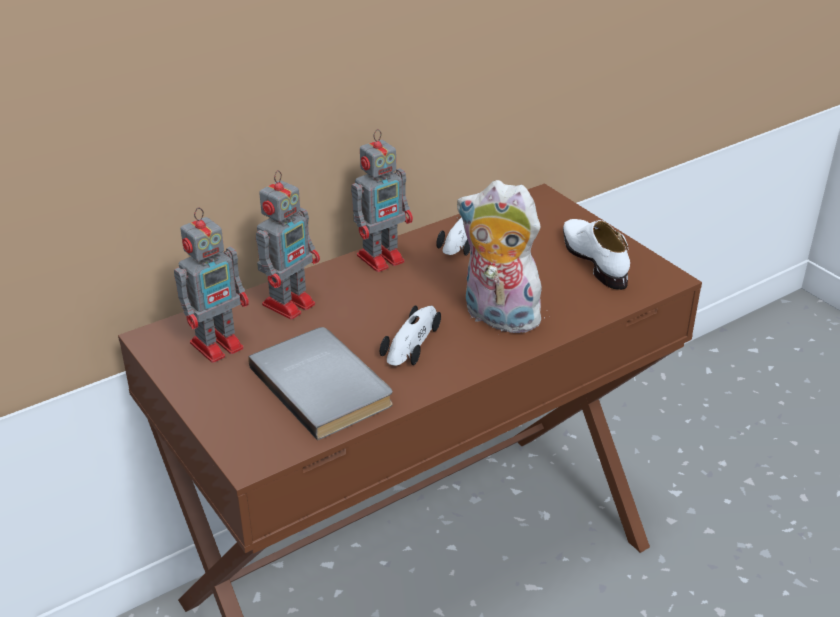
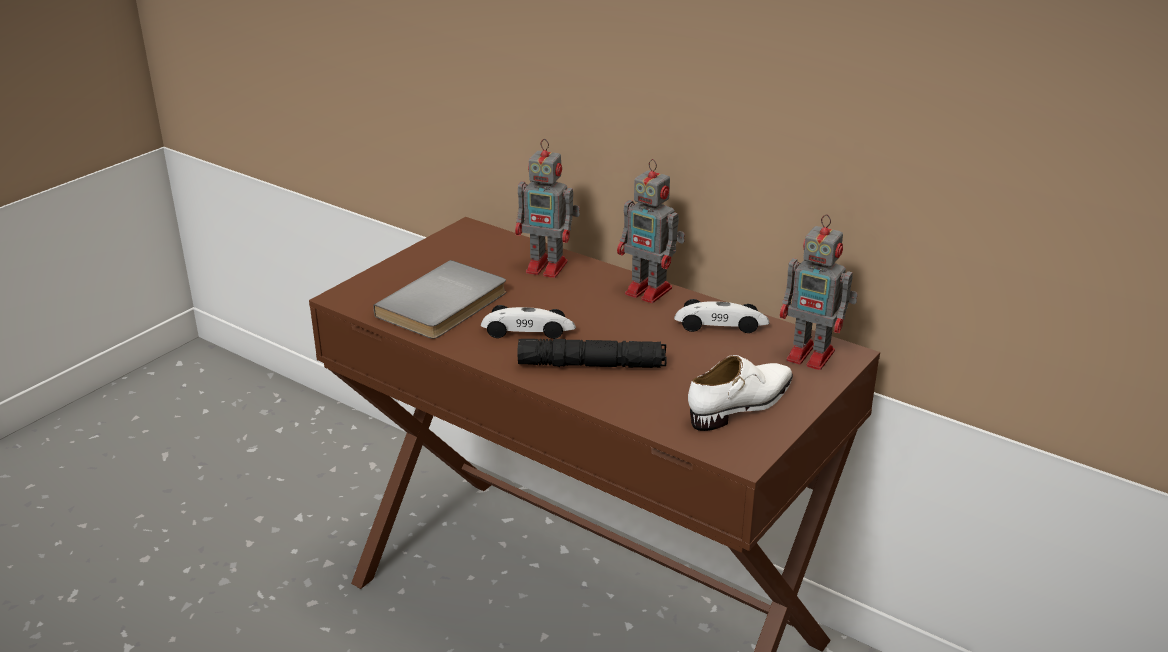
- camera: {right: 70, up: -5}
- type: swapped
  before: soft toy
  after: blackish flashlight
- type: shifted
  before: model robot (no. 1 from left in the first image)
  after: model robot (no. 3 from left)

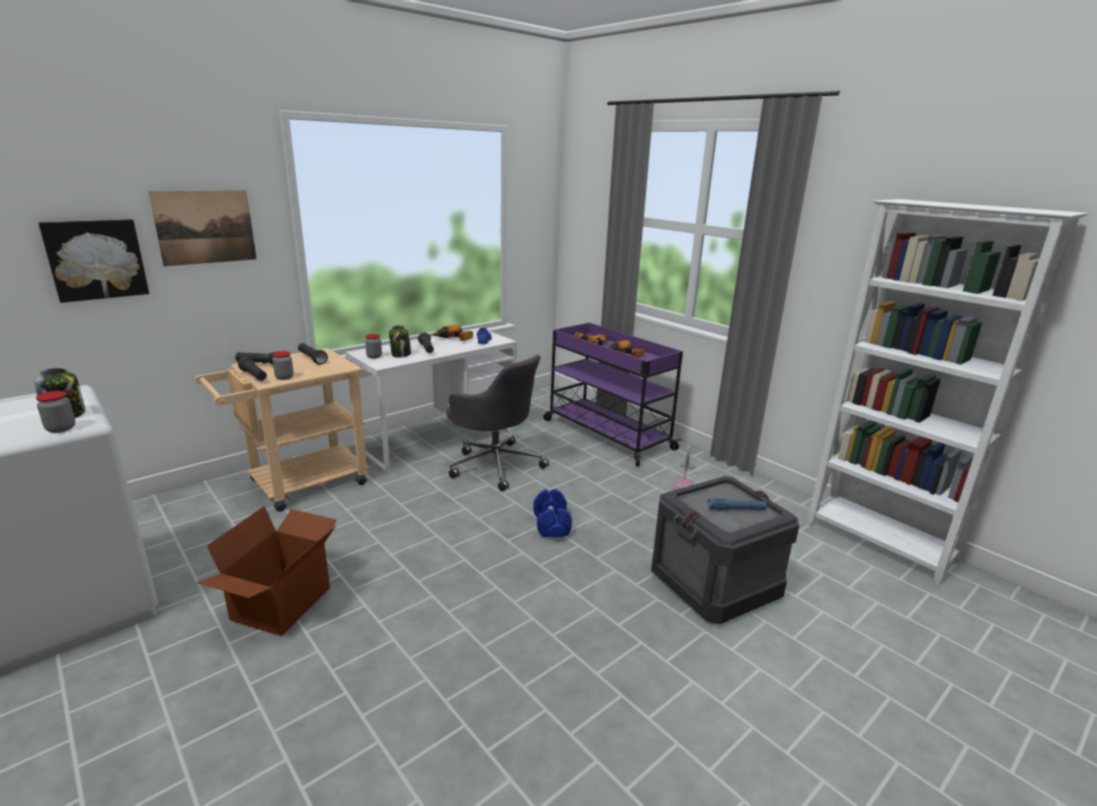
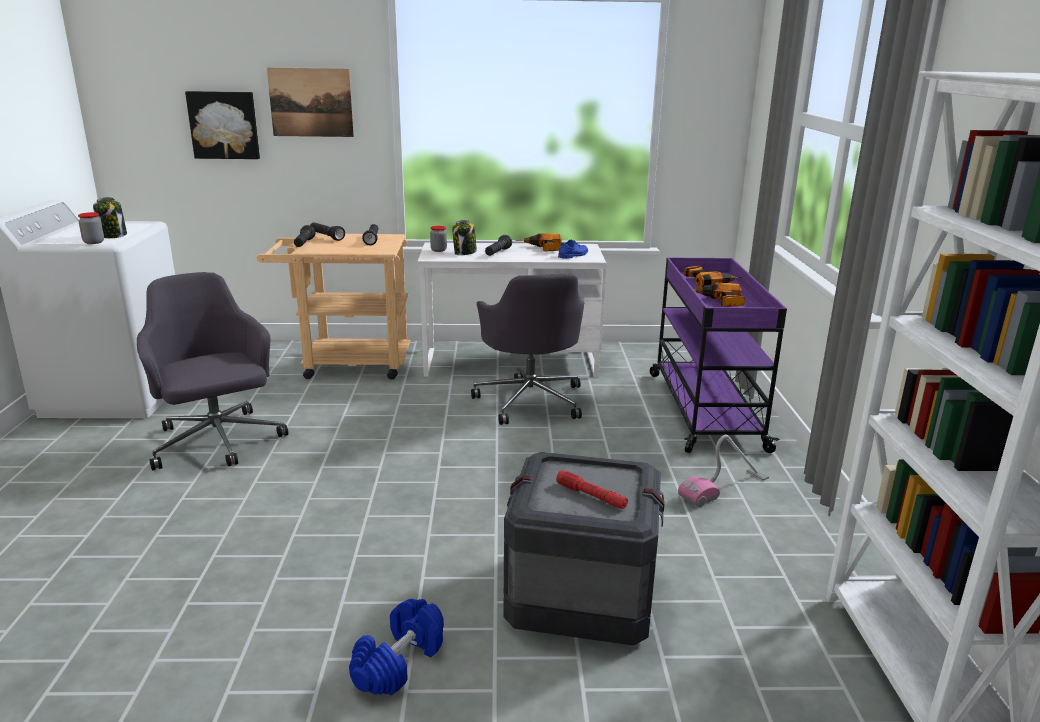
- camera: {right: 40, up: 0}
- type: swapped
  before: packing box
  after: greyish desk chair (no. 1 from left)
- type: shifted
  before: blue-coloured hand weight
- type: repainted
  before: blue-coloured flashlight
  after: red flashlight
- type: gone
  before: preserve jar (no. 3 from left)

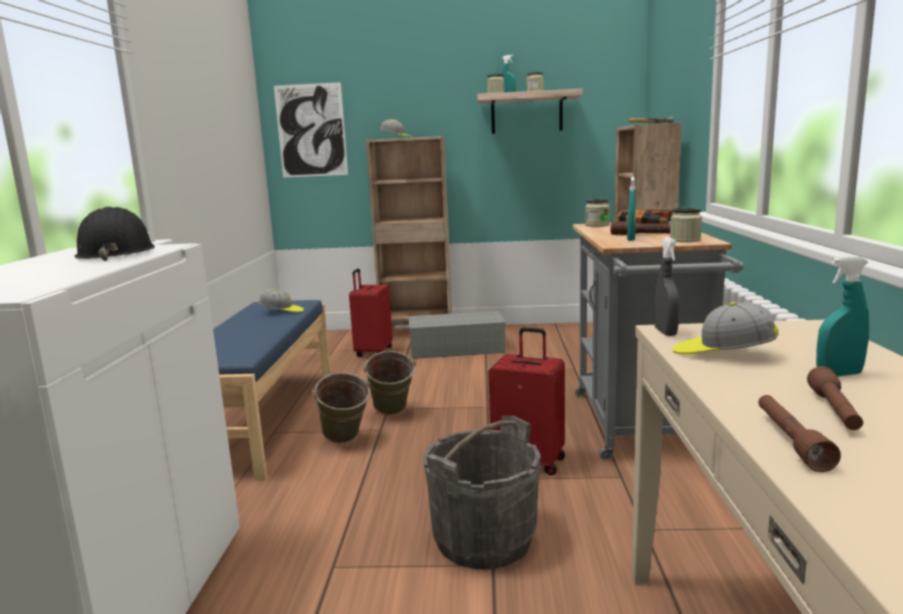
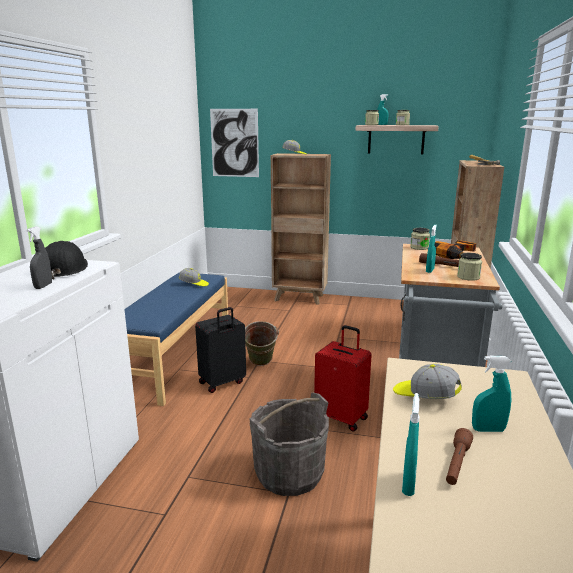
- camera: {right: 10, up: 5}
- type: shifted
  before: greyish sprayer
- type: swapped
  before: green-coloured water bucket (no. 1 from left)
  after: blackish suitcase
- type: swapped
  before: brown flashlight (no. 2 from left)
  after: blue-green sprayer (no. 2 from left)
- type: gone
  before: red suitcase (no. 1 from left)
- type: gone
  before: greyish storage bin

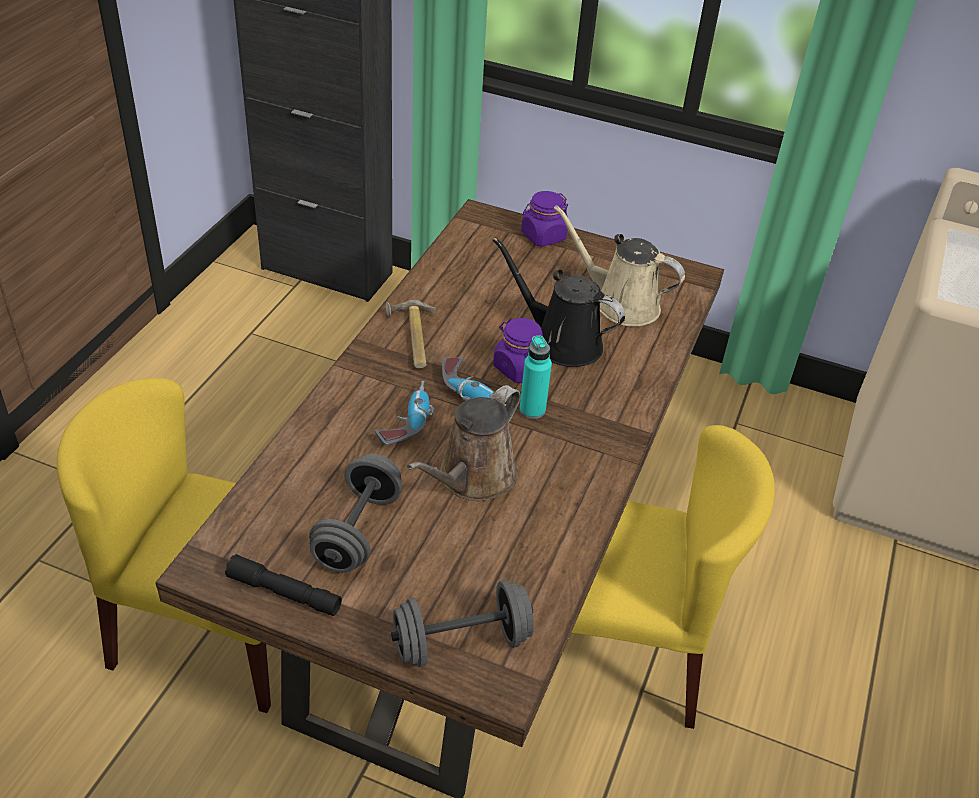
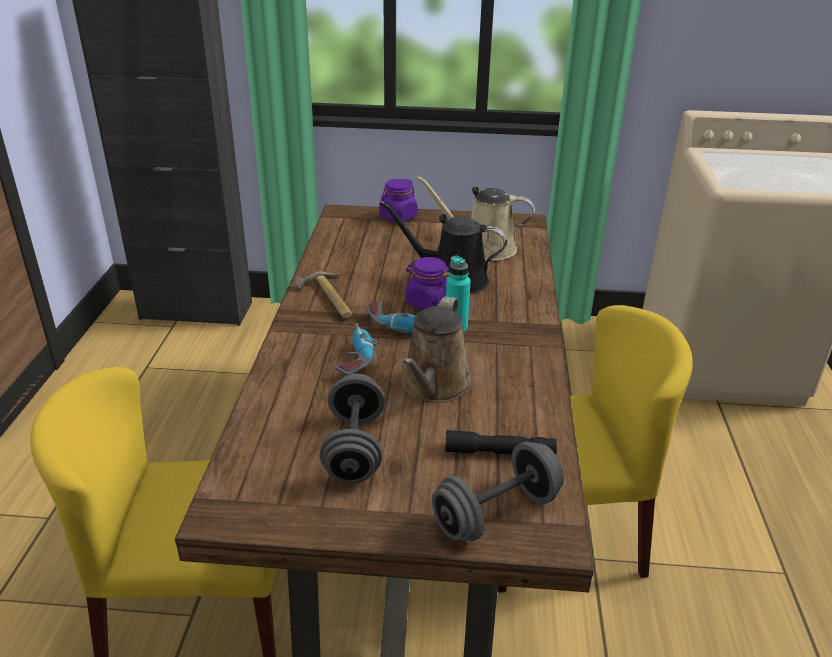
- camera: {right: -15, up: -10}
- type: shifted
  before: blackish flashlight

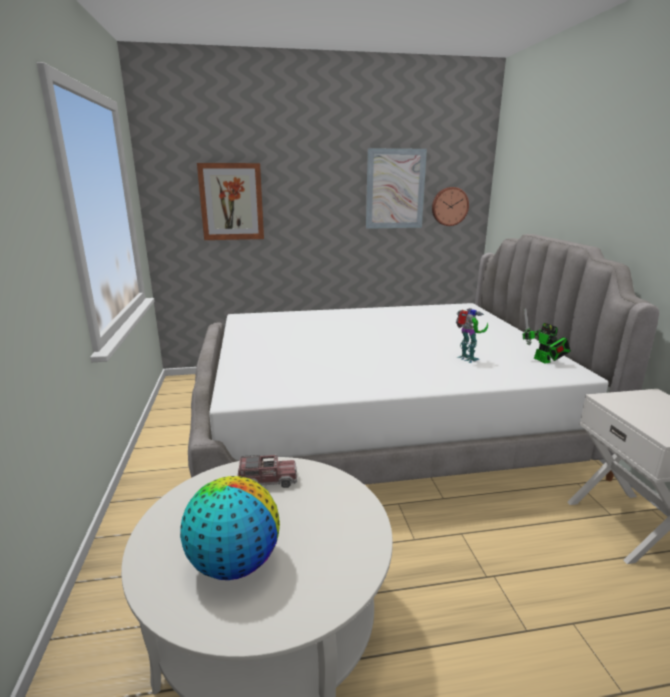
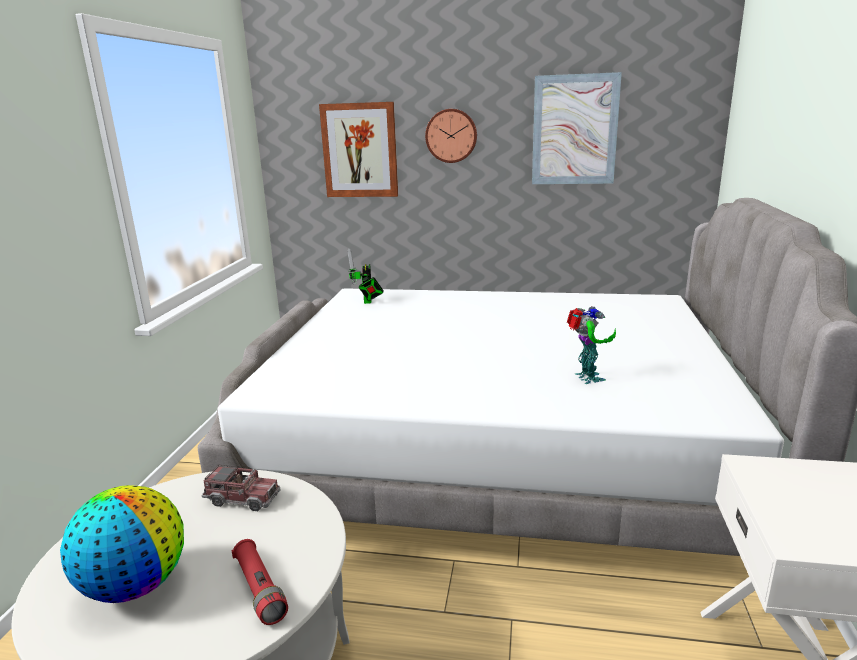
- camera: {right: 20, up: 0}
- type: new
  after: red flashlight
- type: shifted
  before: model robot (no. 2 from left in the first image)
  after: model robot (no. 1 from left)
- type: shifted
  before: clock on the wall

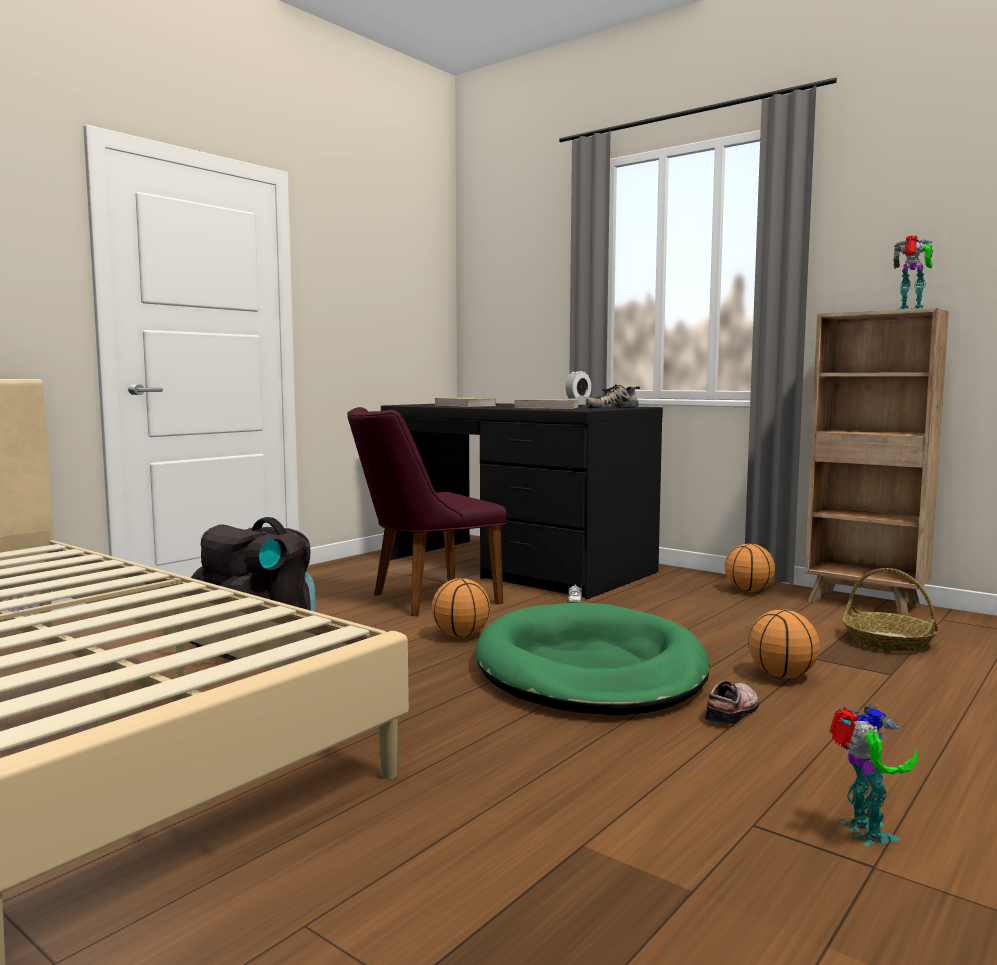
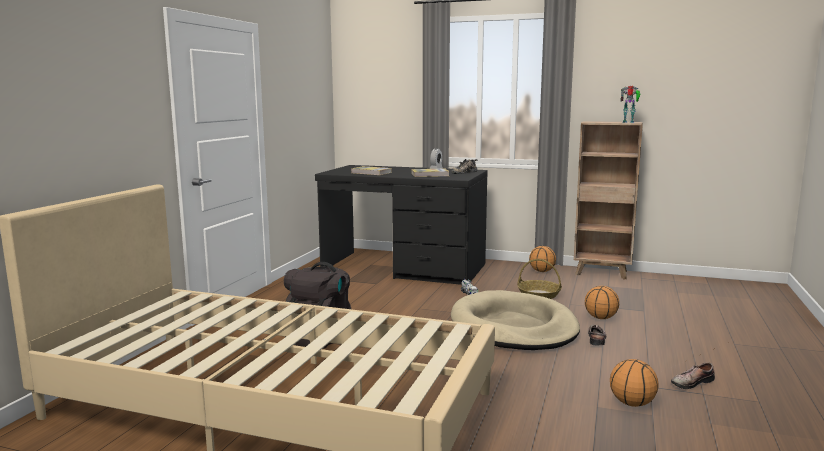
- camera: {right: -20, up: 5}
- type: repainted
  before: green-coloured dog bed
  after: beige-coloured dog bed
- type: shifted
  before: basket
- type: shifted
  before: basketball ball (no. 1 from left in the first image)
  after: basketball ball (no. 3 from left)
- type: swapped
  before: model robot (no. 1 from left)
  after: shoe (no. 3 from left)
- type: gone
  before: purple upright chair

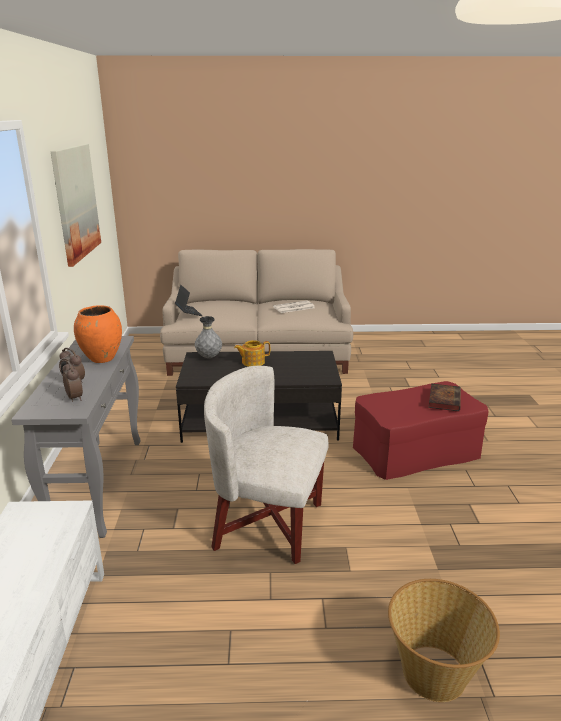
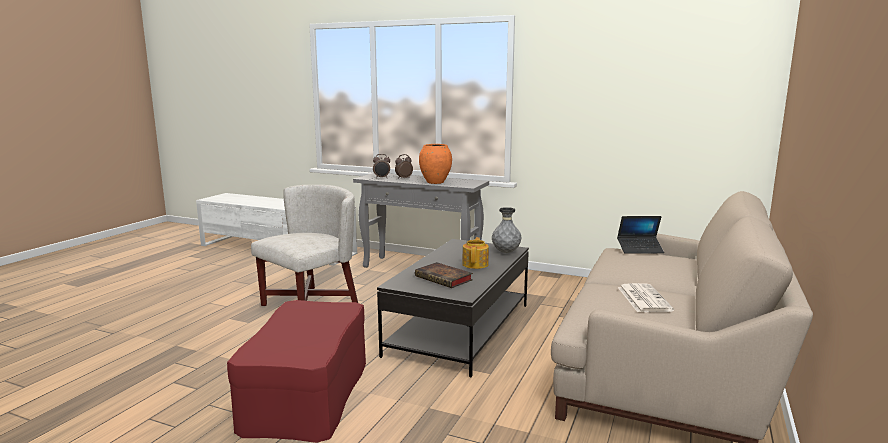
- camera: {right: 115, up: -10}
- type: shifted
  before: volume
- type: gone
  before: wall picture
- type: gone
  before: basket

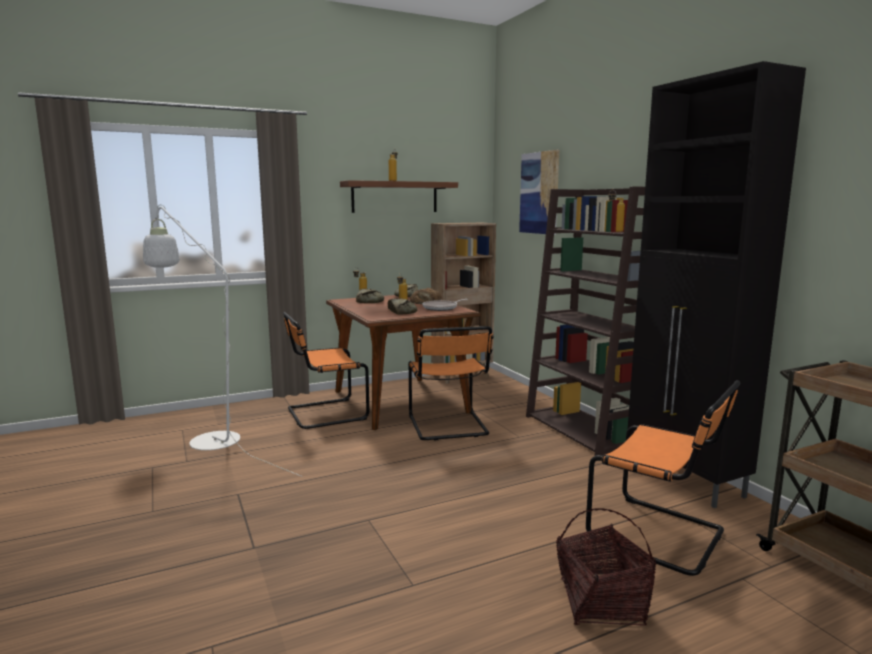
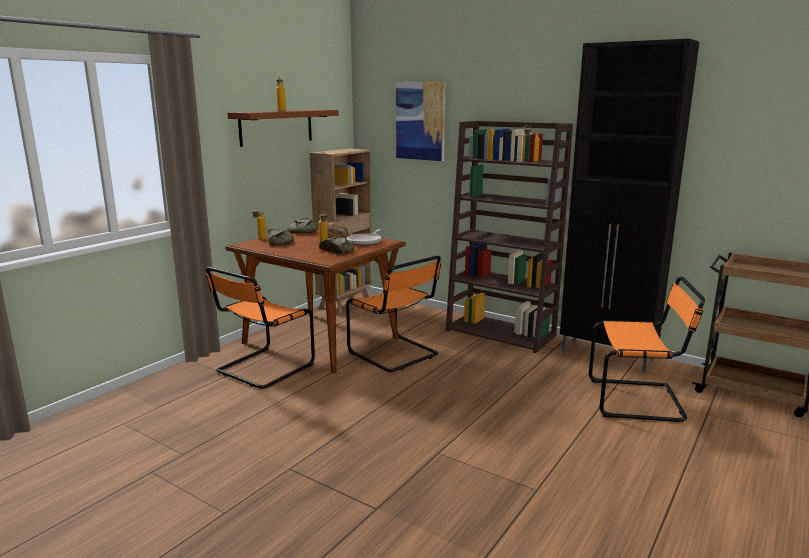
- camera: {right: -30, up: 5}
- type: gone
  before: white-coloured standing lamp
- type: gone
  before: basket

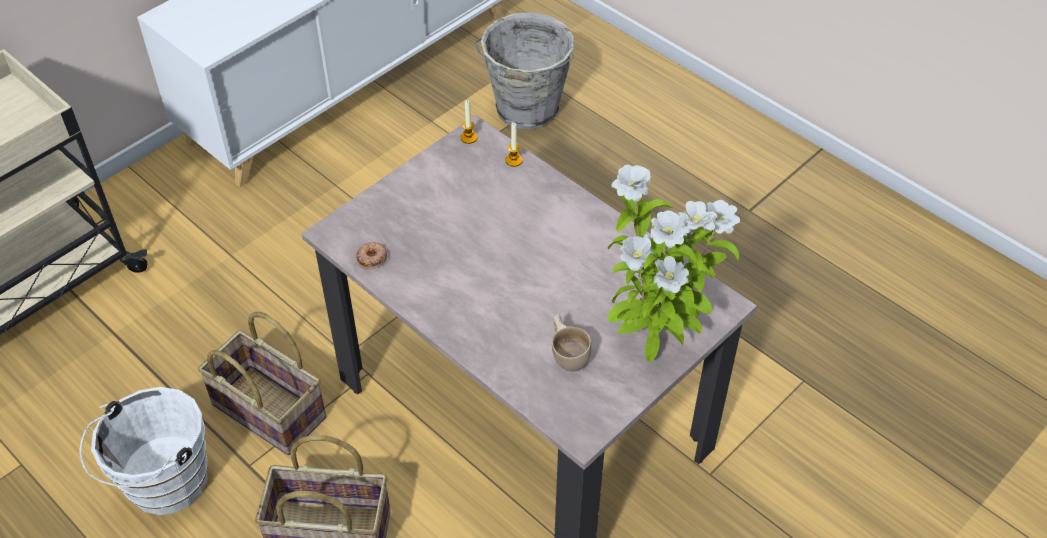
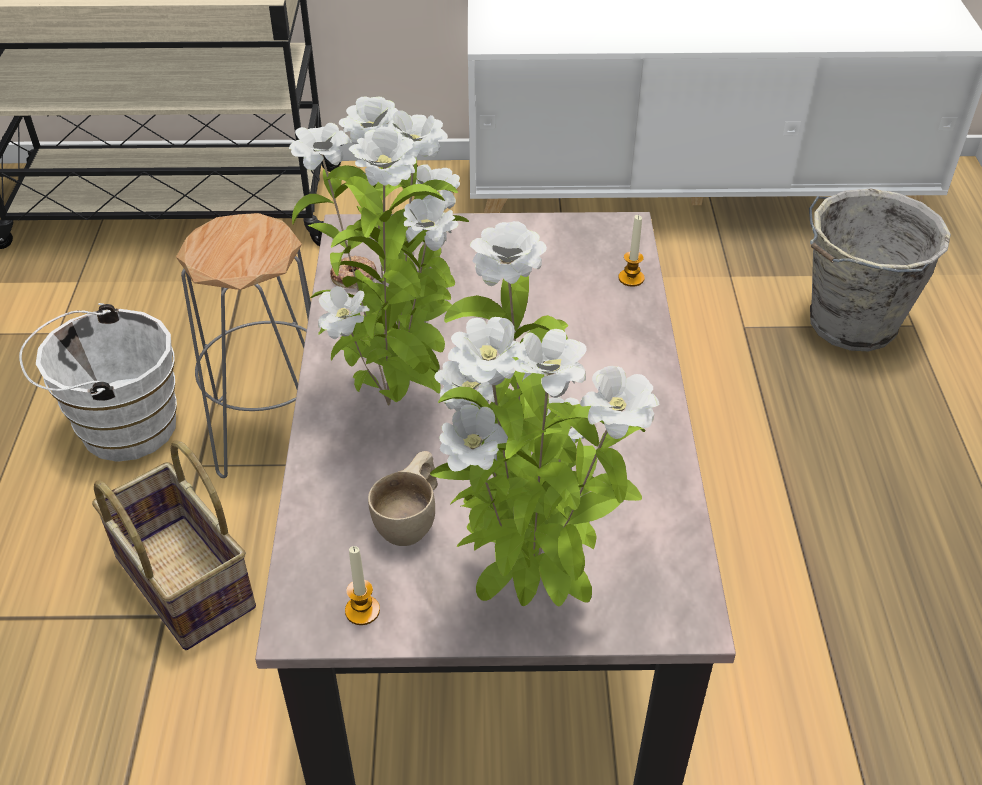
- camera: {right: 45, up: -5}
- type: swapped
  before: basket (no. 1 from left)
  after: greyish stool
- type: new
  after: potted plant (no. 1 from left)
- type: shifted
  before: candle (no. 1 from left)

